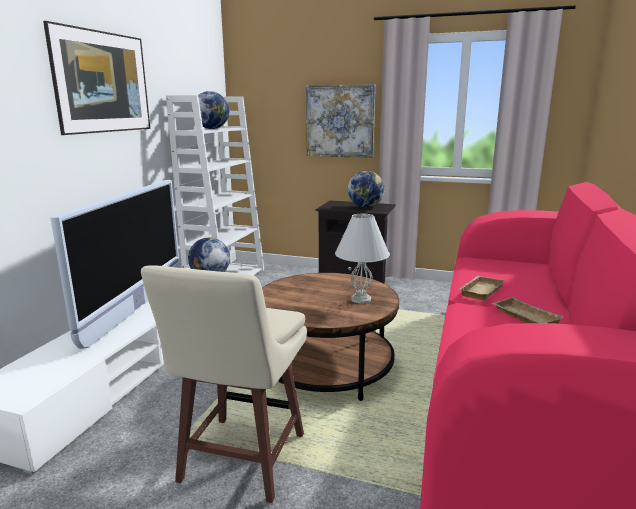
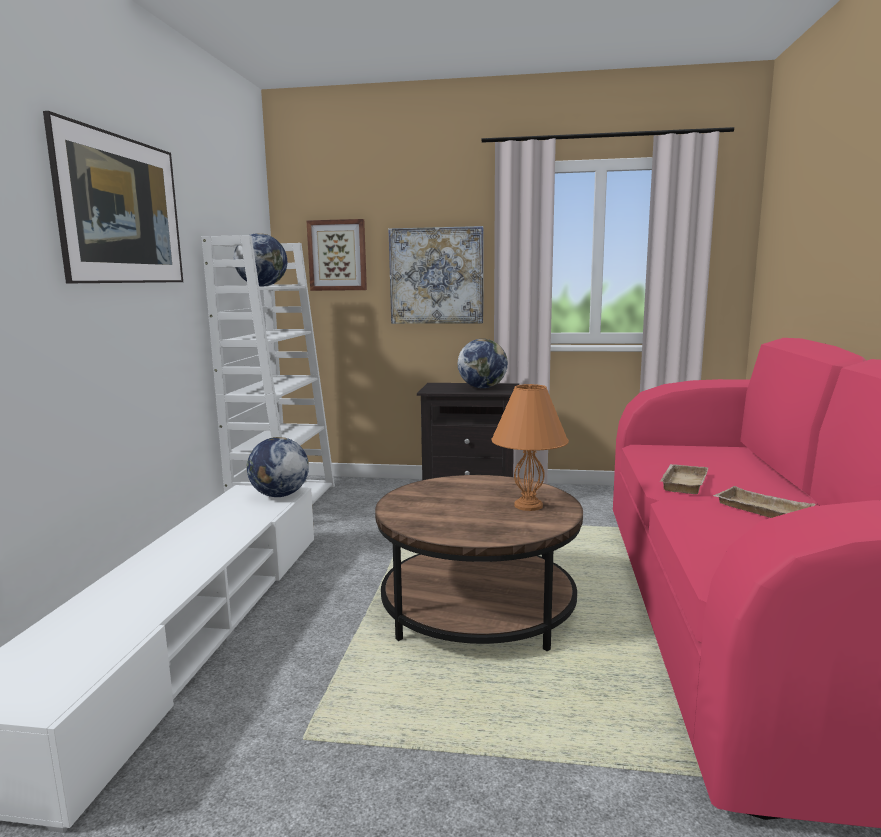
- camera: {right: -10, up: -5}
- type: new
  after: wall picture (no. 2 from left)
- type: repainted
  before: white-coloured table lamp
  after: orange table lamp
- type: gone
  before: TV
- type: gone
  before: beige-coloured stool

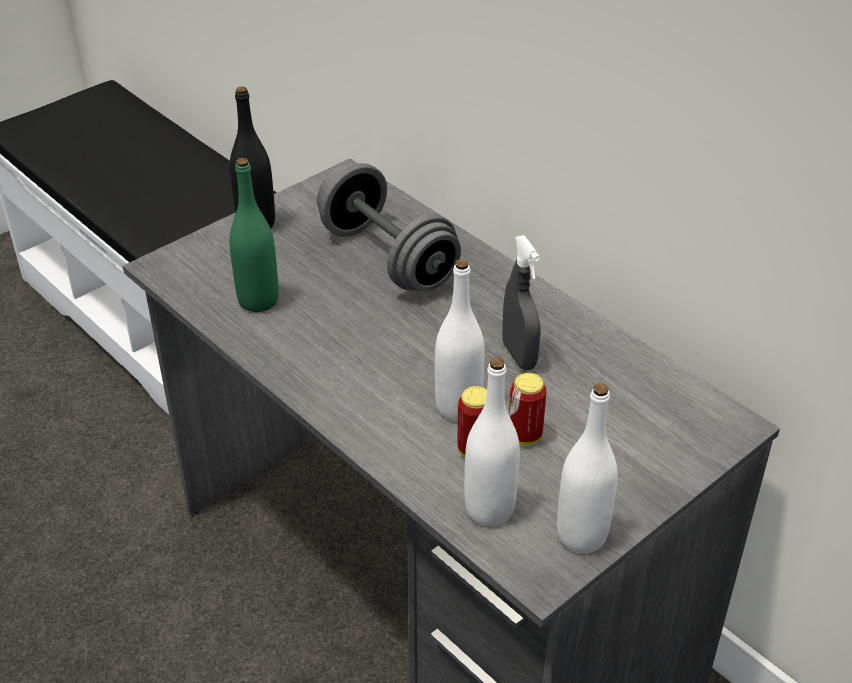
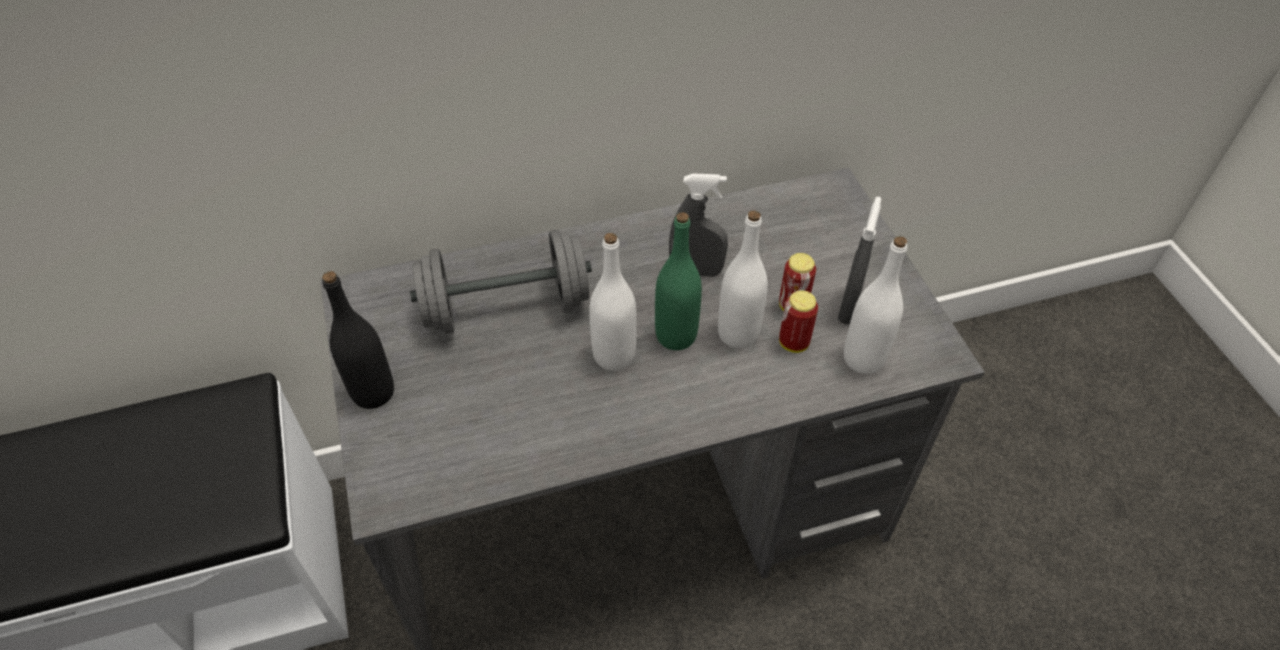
- camera: {right: -65, up: 10}
- type: shifted
  before: white-coloured bottle (no. 3 from left in the first image)
  after: white-coloured bottle (no. 1 from left)
- type: shifted
  before: green-coloured bottle
- type: new
  after: greyish sprayer (no. 2 from left)

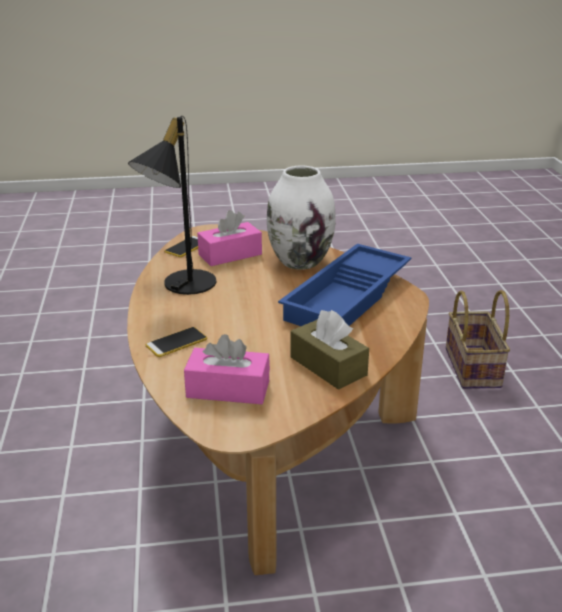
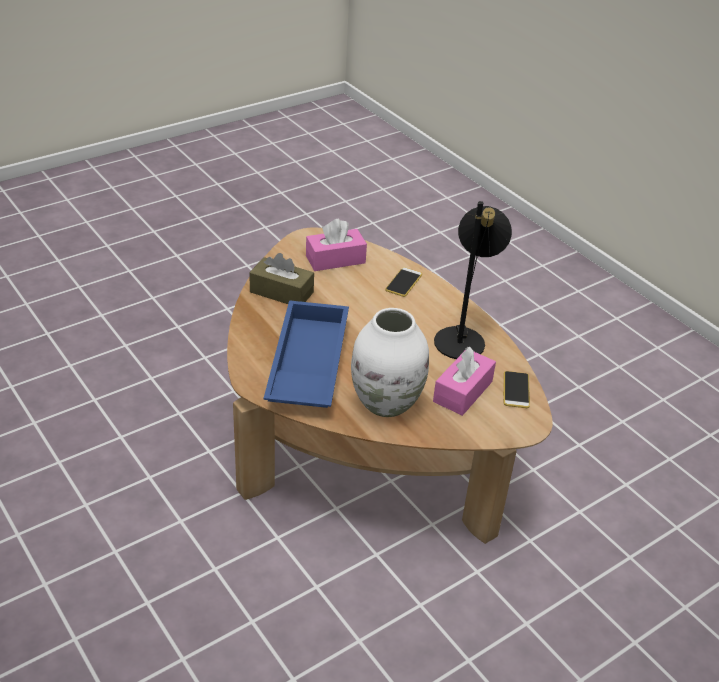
- camera: {right: 150, up: 10}
- type: gone
  before: basket

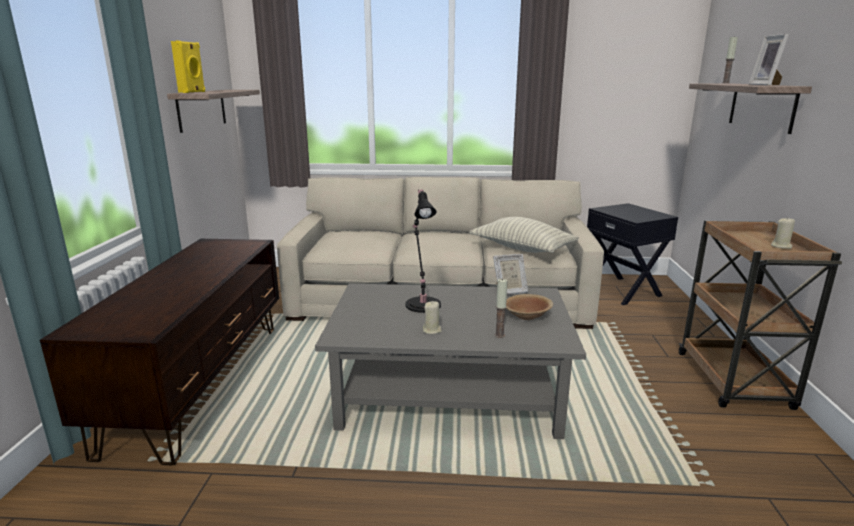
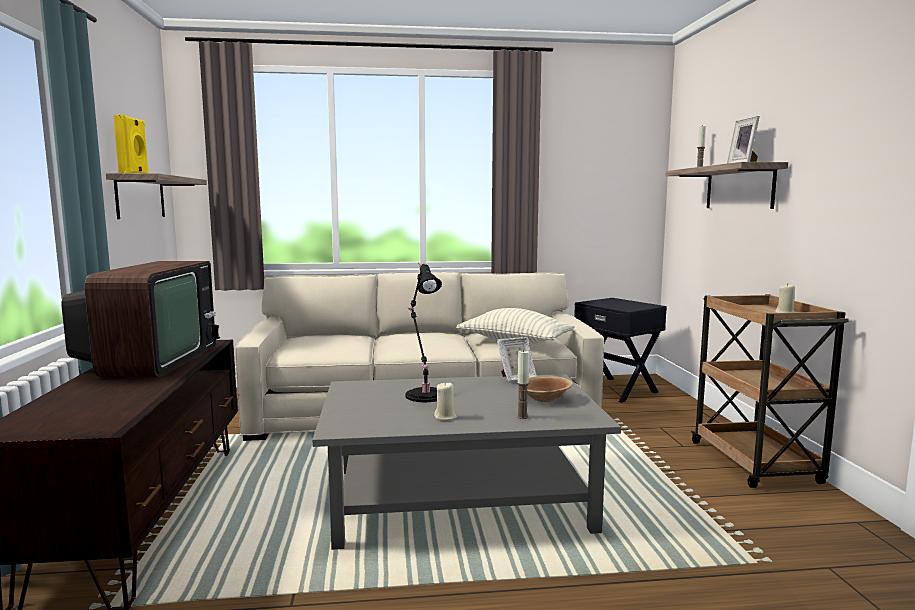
- camera: {right: -10, up: -10}
- type: new
  after: TV

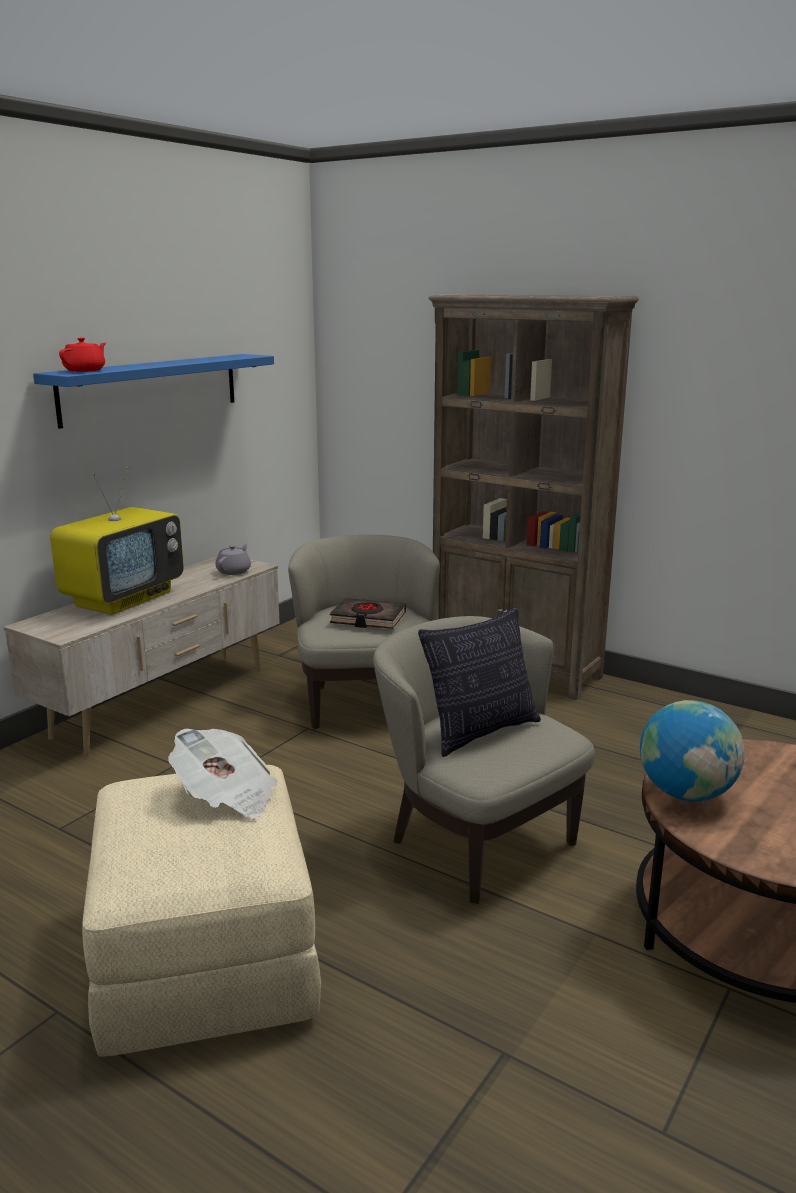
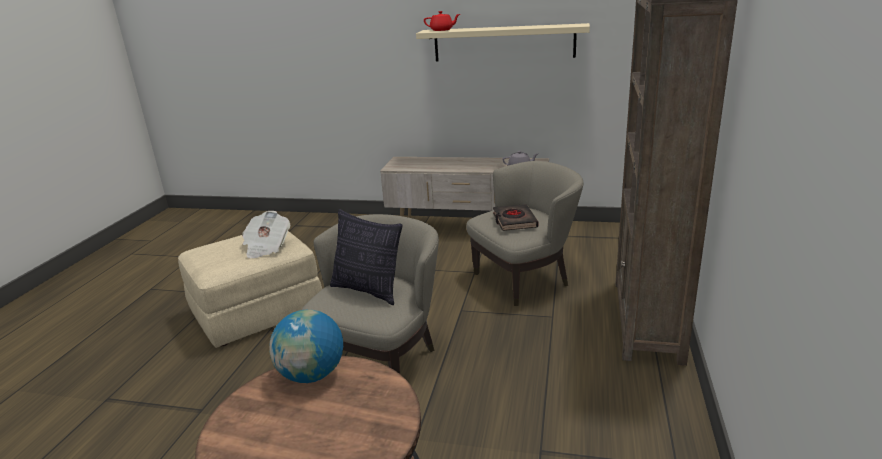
- camera: {right: 70, up: 5}
- type: repainted
  before: blue-coloured shelf
  after: beige-coloured shelf
- type: gone
  before: TV

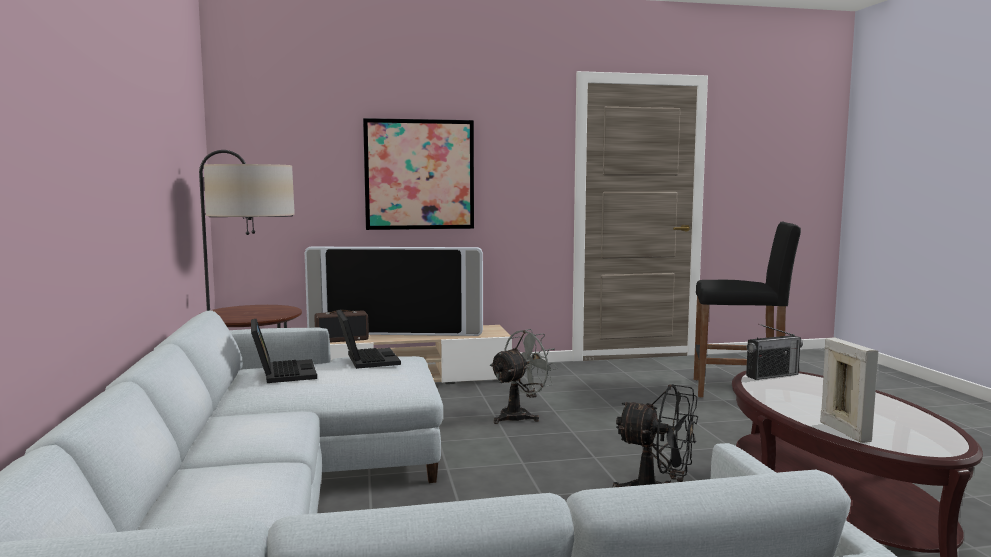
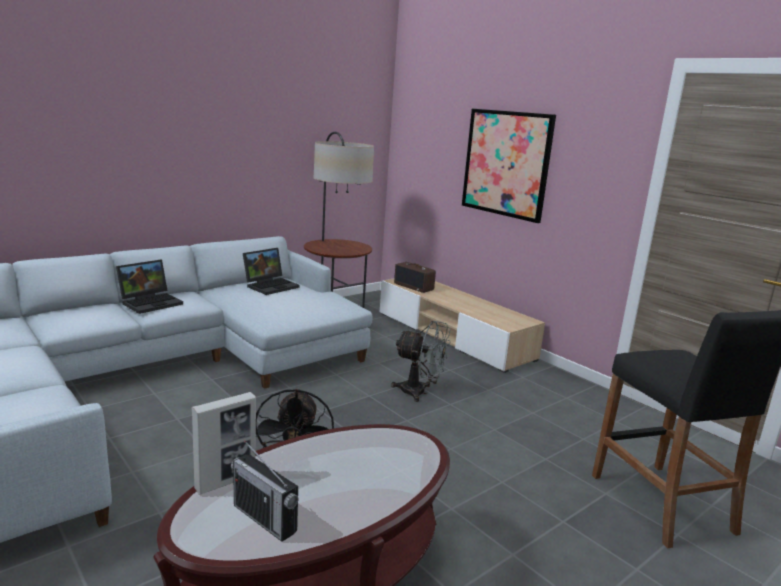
- camera: {right: 60, up: 10}
- type: shifted
  before: notebook computer (no. 2 from left in the first image)
  after: notebook computer (no. 1 from left)
- type: shifted
  before: radio set (no. 2 from left in the first image)
  after: radio set (no. 1 from left)
- type: gone
  before: TV

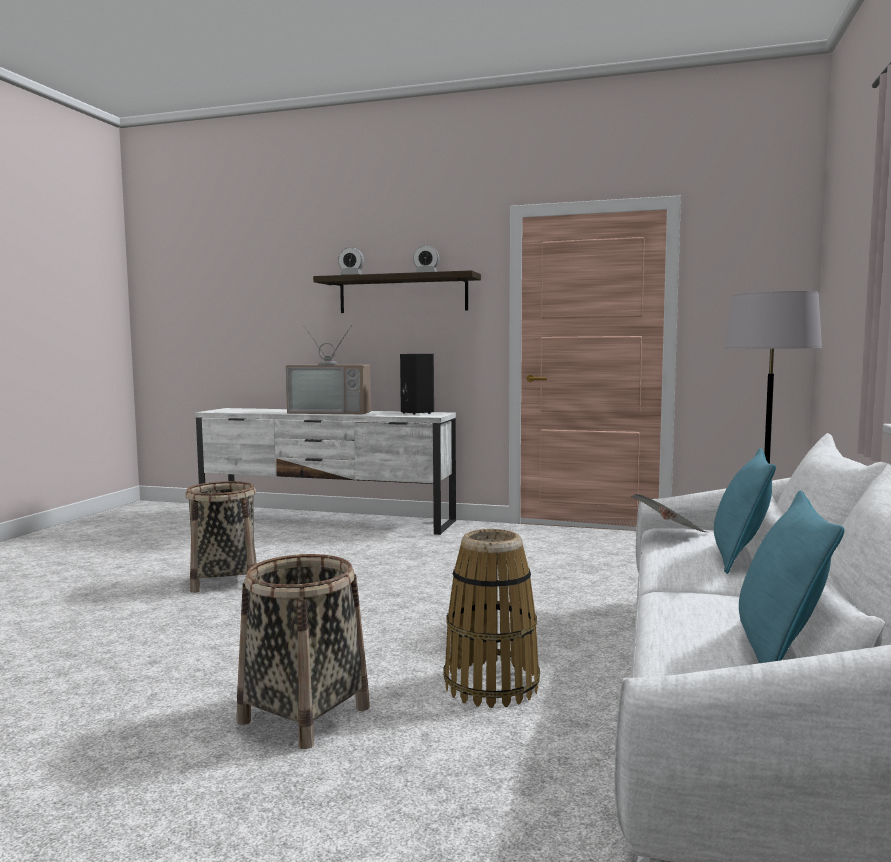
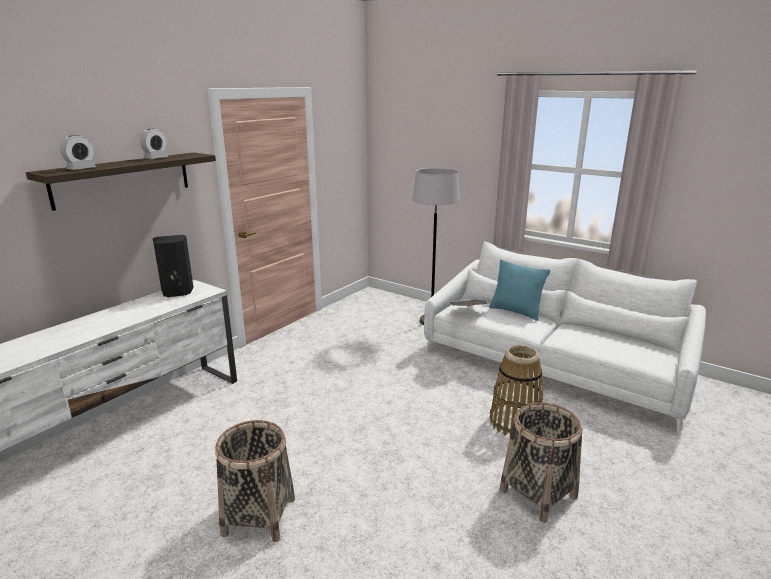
- camera: {right: -70, up: 15}
- type: gone
  before: TV
- type: gone
  before: blue-green cushion (no. 2 from left)

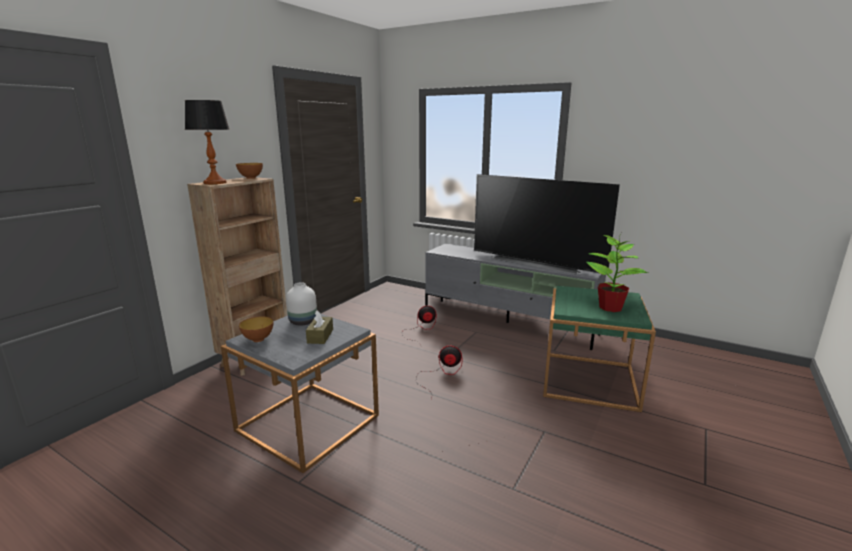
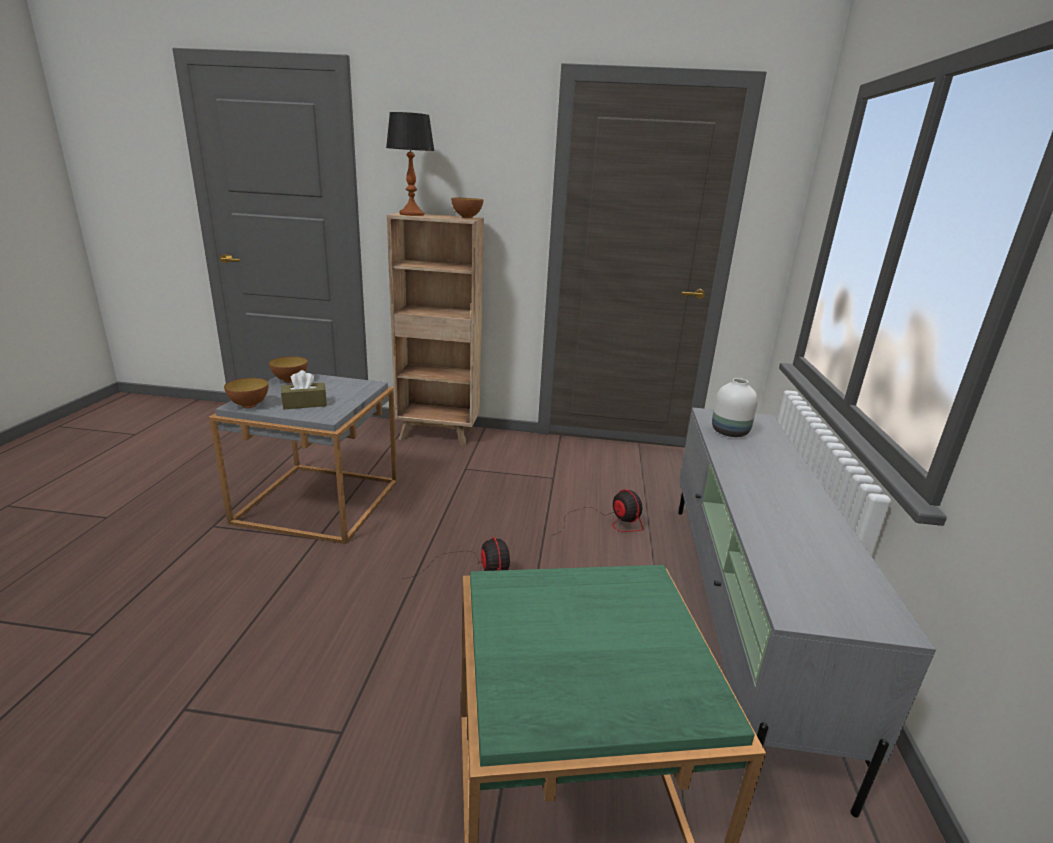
- camera: {right: 65, up: 5}
- type: new
  after: deep dish (no. 1 from left)
- type: shifted
  before: white-coloured decorative vase
- type: gone
  before: TV
- type: gone
  before: potted plant

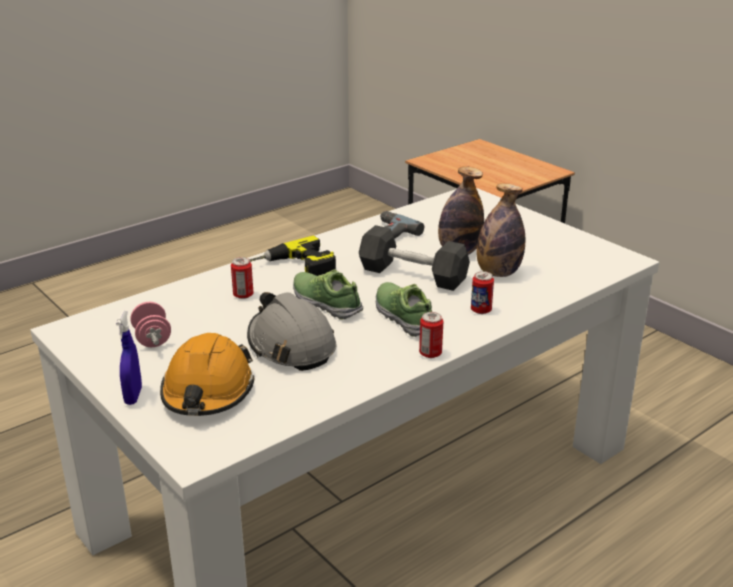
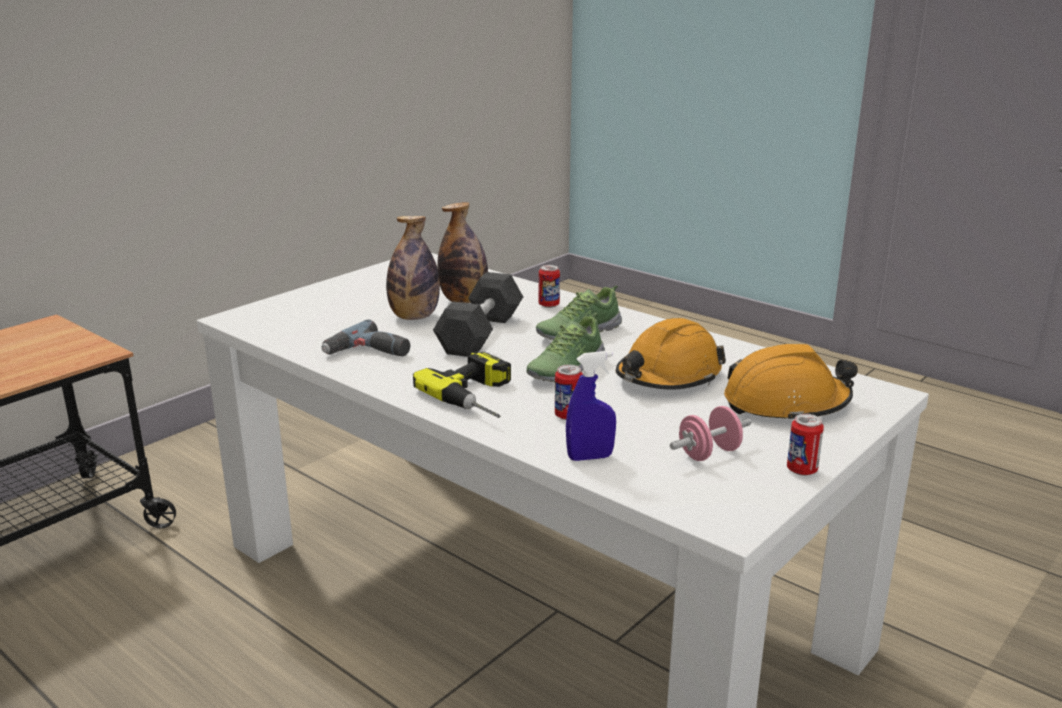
- camera: {right: -100, up: -5}
- type: shifted
  before: blue-coloured sprayer
- type: repainted
  before: greyish hard hat
  after: orange hard hat (no. 1 from left)
- type: shifted
  before: can (no. 2 from left in the first image)
  after: can (no. 3 from left)

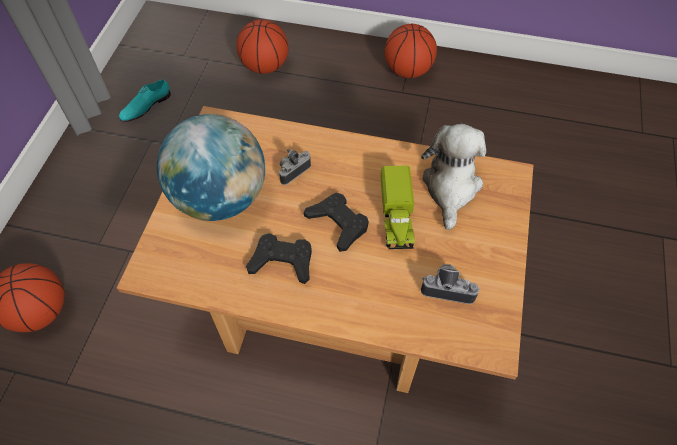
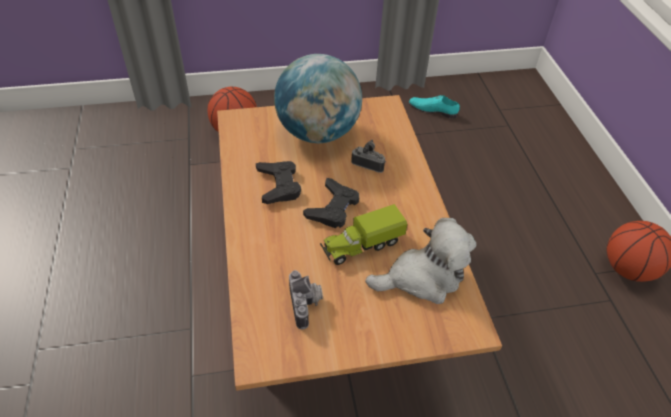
- camera: {right: 65, up: -10}
- type: gone
  before: basketball ball (no. 2 from left)

